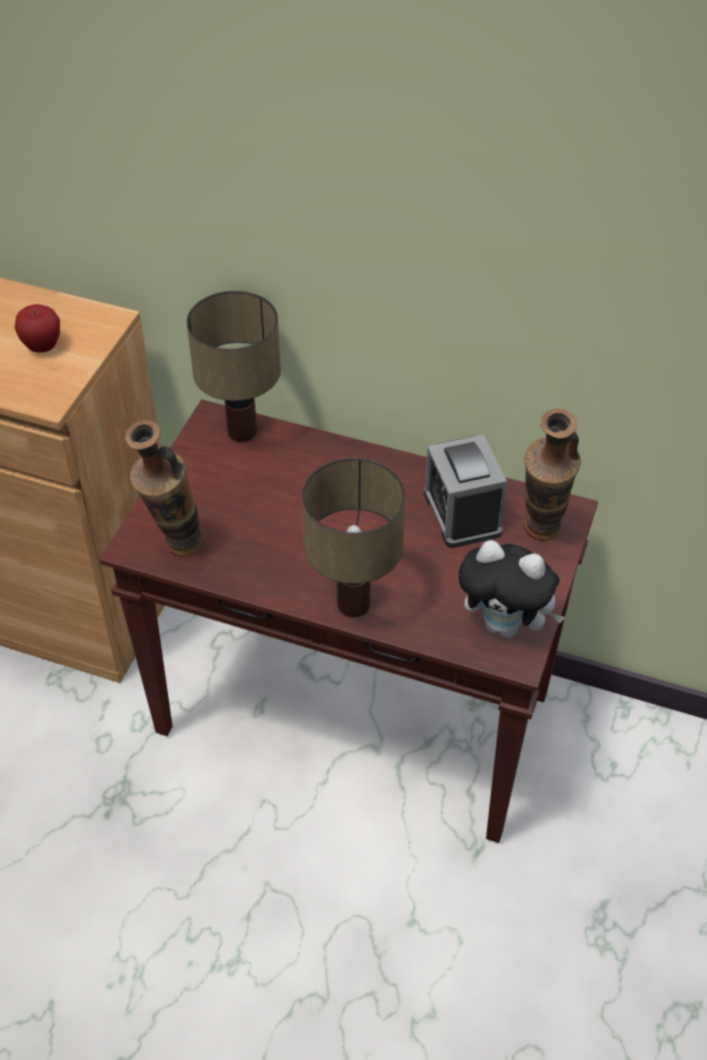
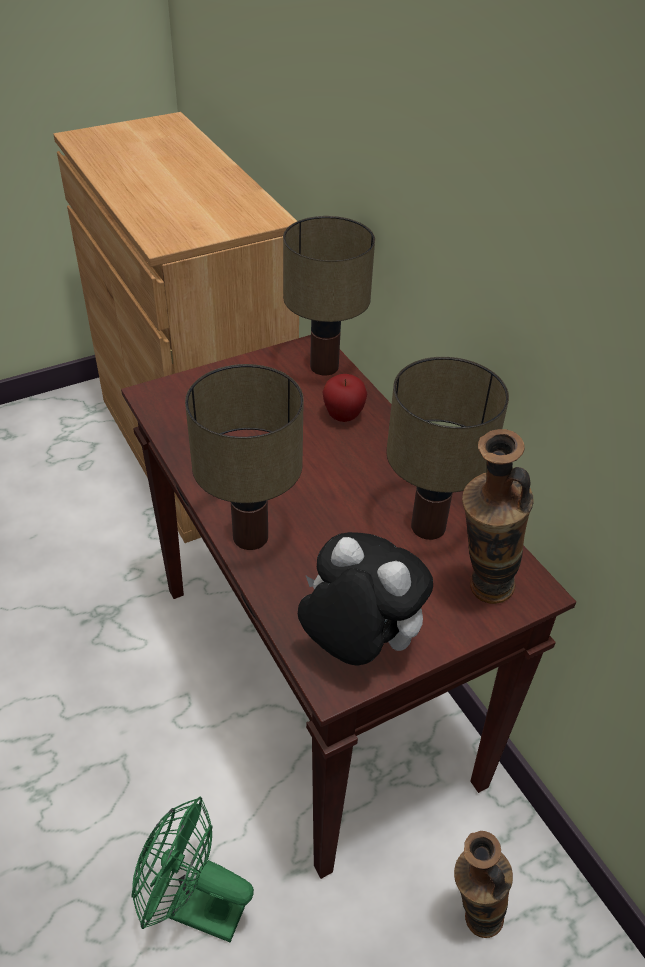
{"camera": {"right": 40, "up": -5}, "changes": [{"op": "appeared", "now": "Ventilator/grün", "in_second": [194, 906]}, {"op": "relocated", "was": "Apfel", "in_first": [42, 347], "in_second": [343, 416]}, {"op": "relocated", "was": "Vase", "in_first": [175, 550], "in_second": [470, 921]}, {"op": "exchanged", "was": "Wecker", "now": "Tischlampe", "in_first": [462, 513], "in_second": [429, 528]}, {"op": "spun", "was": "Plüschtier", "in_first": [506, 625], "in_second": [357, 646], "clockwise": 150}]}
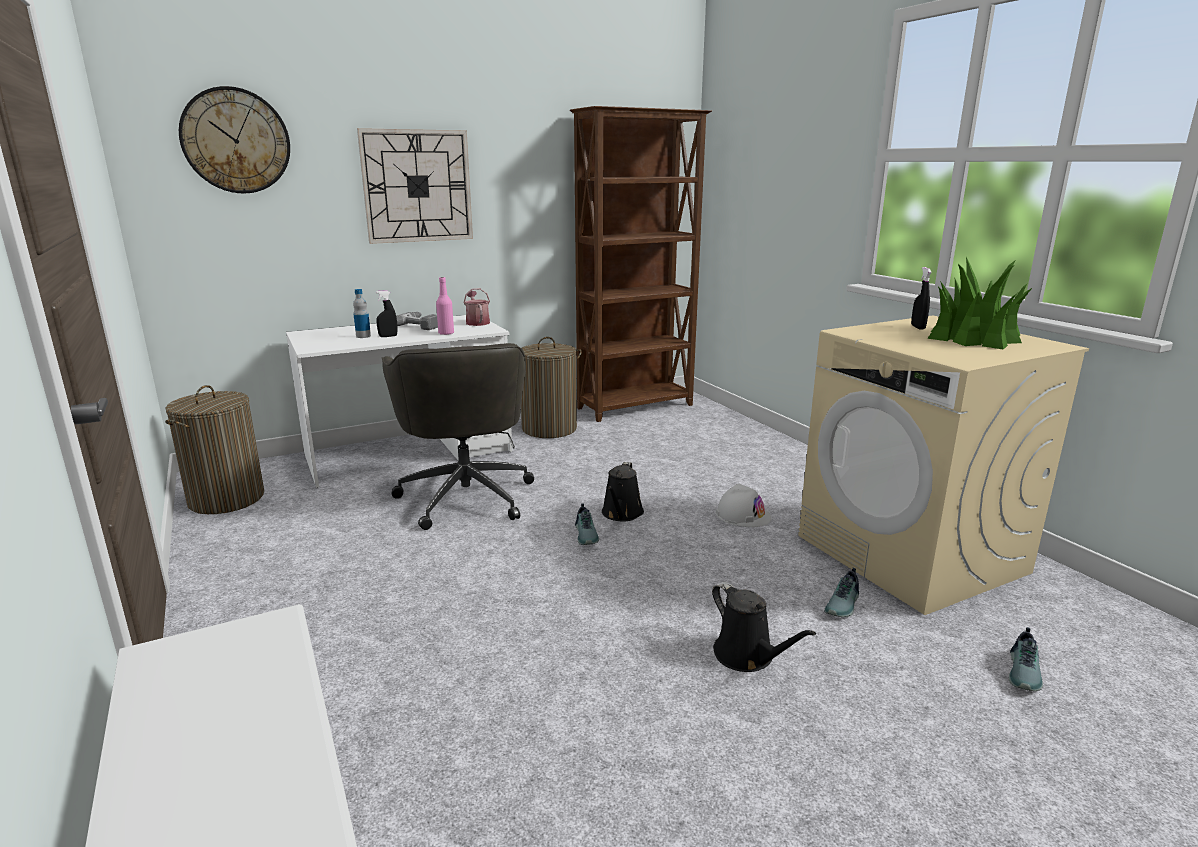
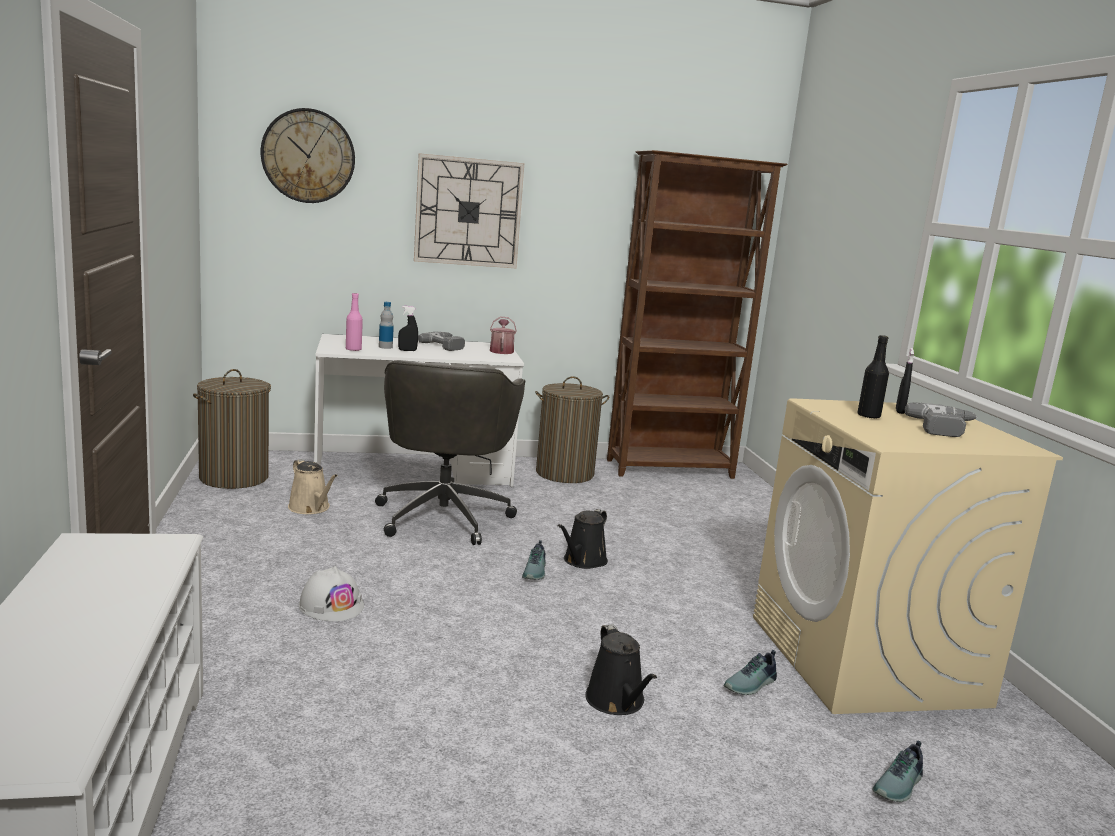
{"camera": {"right": 15, "up": -5}, "changes": [{"op": "appeared", "now": "Gießkanne/beige", "in_second": [311, 508]}, {"op": "appeared", "now": "Flasche/schwarz", "in_second": [868, 416]}, {"op": "relocated", "was": "Flasche/rosa", "in_first": [446, 333], "in_second": [353, 349]}, {"op": "relocated", "was": "Schutzhelm/weiß", "in_first": [742, 515], "in_second": [331, 605]}, {"op": "exchanged", "was": "Topfpflanze", "now": "Bohrmaschine", "in_first": [974, 337], "in_second": [947, 428]}]}
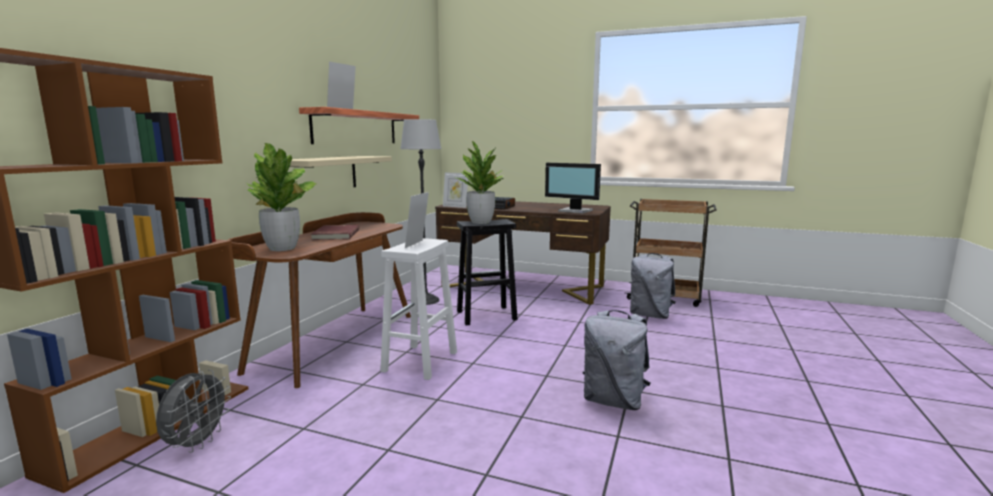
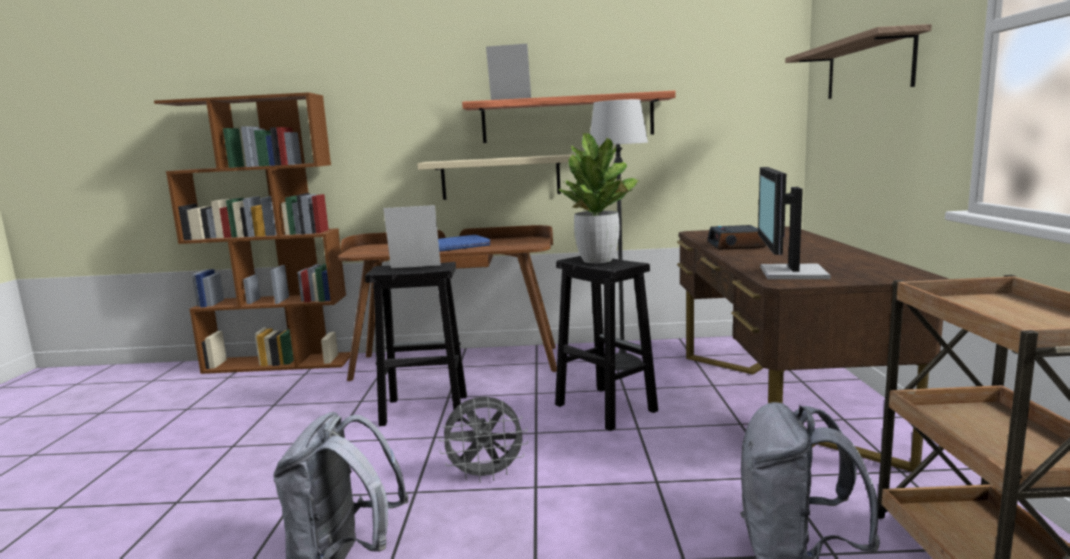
{"camera": {"right": 70, "up": 0}, "changes": [{"op": "missing", "was": "Topfpflanze", "in_first": [282, 248]}, {"op": "missing", "was": "Bilderrahmen", "in_first": [455, 206]}, {"op": "appeared", "now": "Wandregal", "in_second": [868, 68]}, {"op": "relocated", "was": "Ventilator/grau", "in_first": [197, 443], "in_second": [486, 475]}, {"op": "colour", "was": "Buch/rot", "now": "Buch/blau", "in_first": [335, 235], "in_second": [457, 246]}, {"op": "colour", "was": "Hocker/weiß", "now": "Hocker/schwarz", "in_first": [420, 362], "in_second": [423, 410]}]}
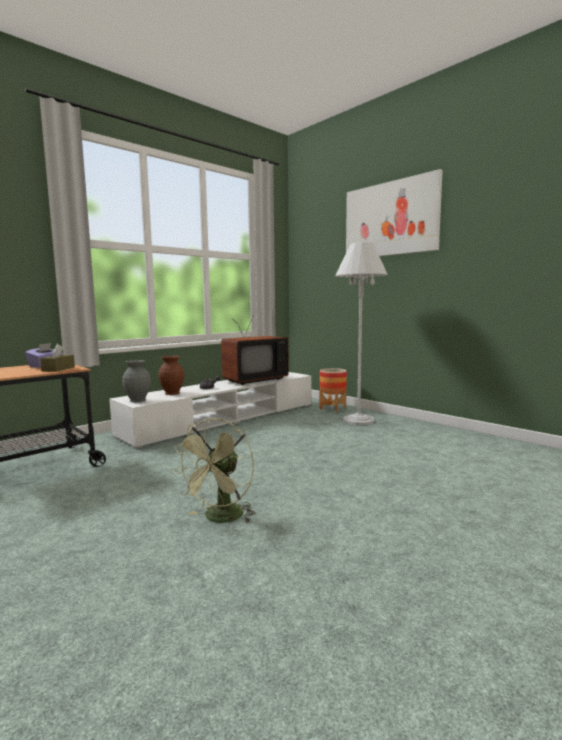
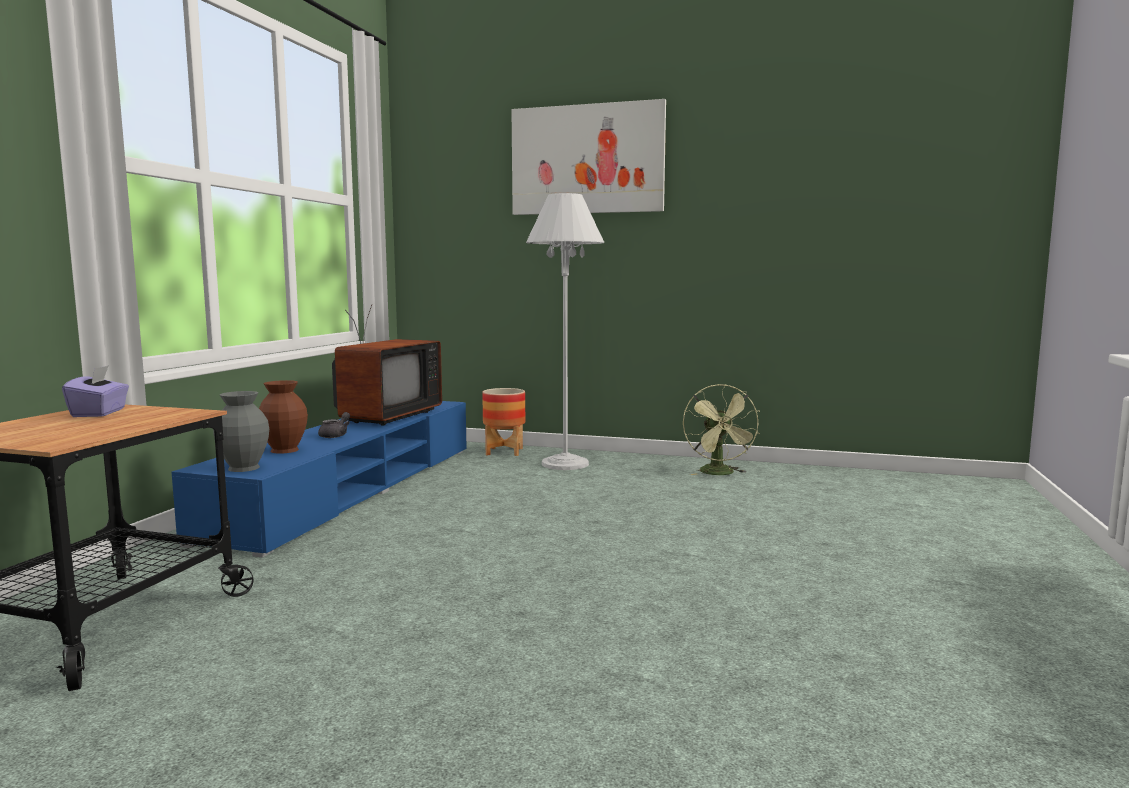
{"camera": {"right": -30, "up": 0}, "changes": [{"op": "missing", "was": "Taschentuchbox/braun", "in_first": [58, 369]}, {"op": "relocated", "was": "Ventilator/grün", "in_first": [220, 518], "in_second": [720, 474]}, {"op": "colour", "was": "Fernsehschrank/weiß", "now": "Fernsehschrank/blau", "in_first": [224, 419], "in_second": [353, 489]}]}
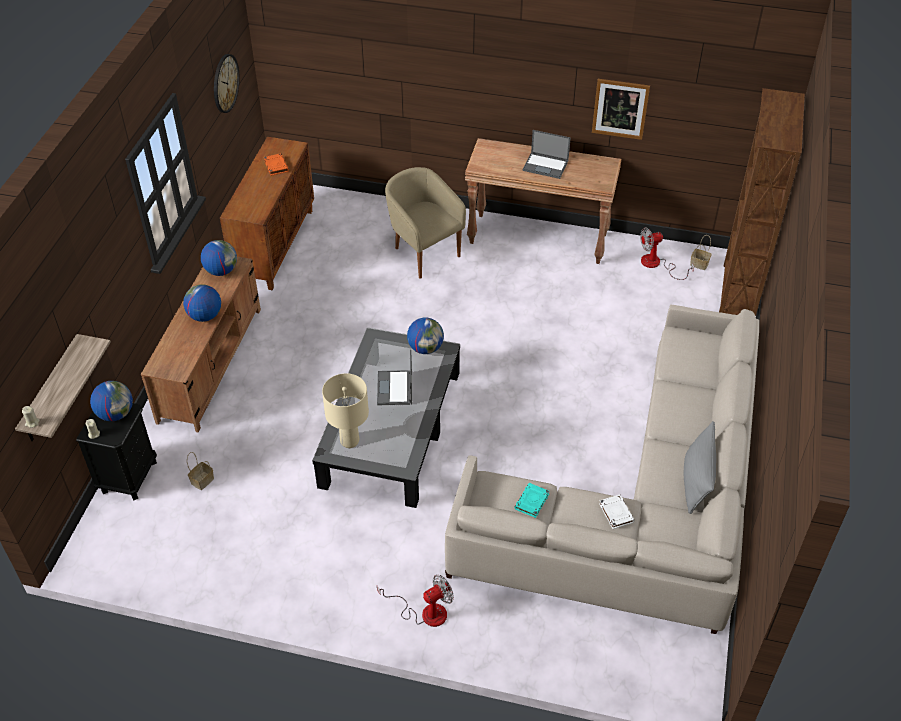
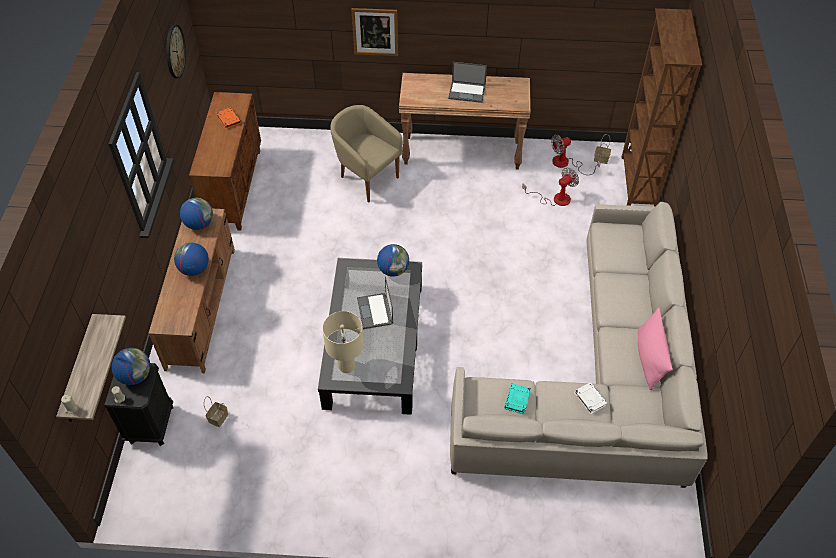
{"camera": {"right": -10, "up": 5}, "changes": [{"op": "relocated", "was": "Ventilator", "in_first": [425, 612], "in_second": [555, 199]}, {"op": "relocated", "was": "Bild", "in_first": [620, 109], "in_second": [375, 32]}, {"op": "colour", "was": "Kissen/grau", "now": "Kissen/rosa", "in_first": [696, 480], "in_second": [649, 358]}]}
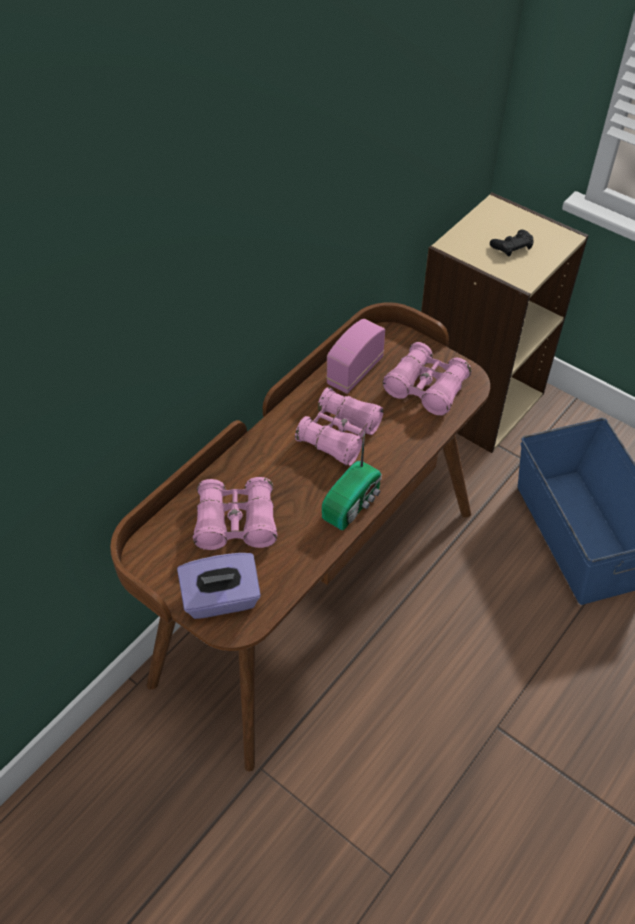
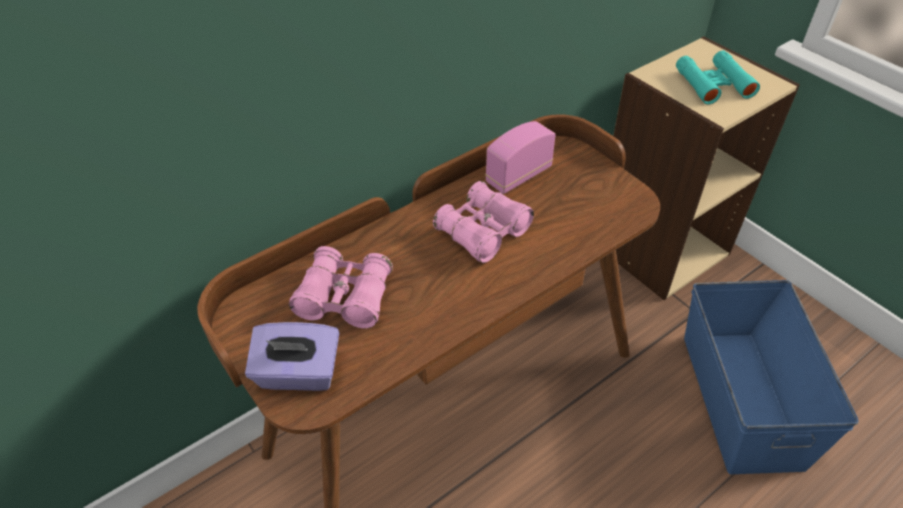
{"camera": {"right": 15, "up": -5}, "changes": [{"op": "missing", "was": "Radio", "in_first": [354, 503]}, {"op": "missing", "was": "Fernglas/rosa", "in_first": [426, 388]}, {"op": "exchanged", "was": "Gamepad/schwarz", "now": "Fernglas/türkis", "in_first": [512, 246], "in_second": [713, 84]}]}
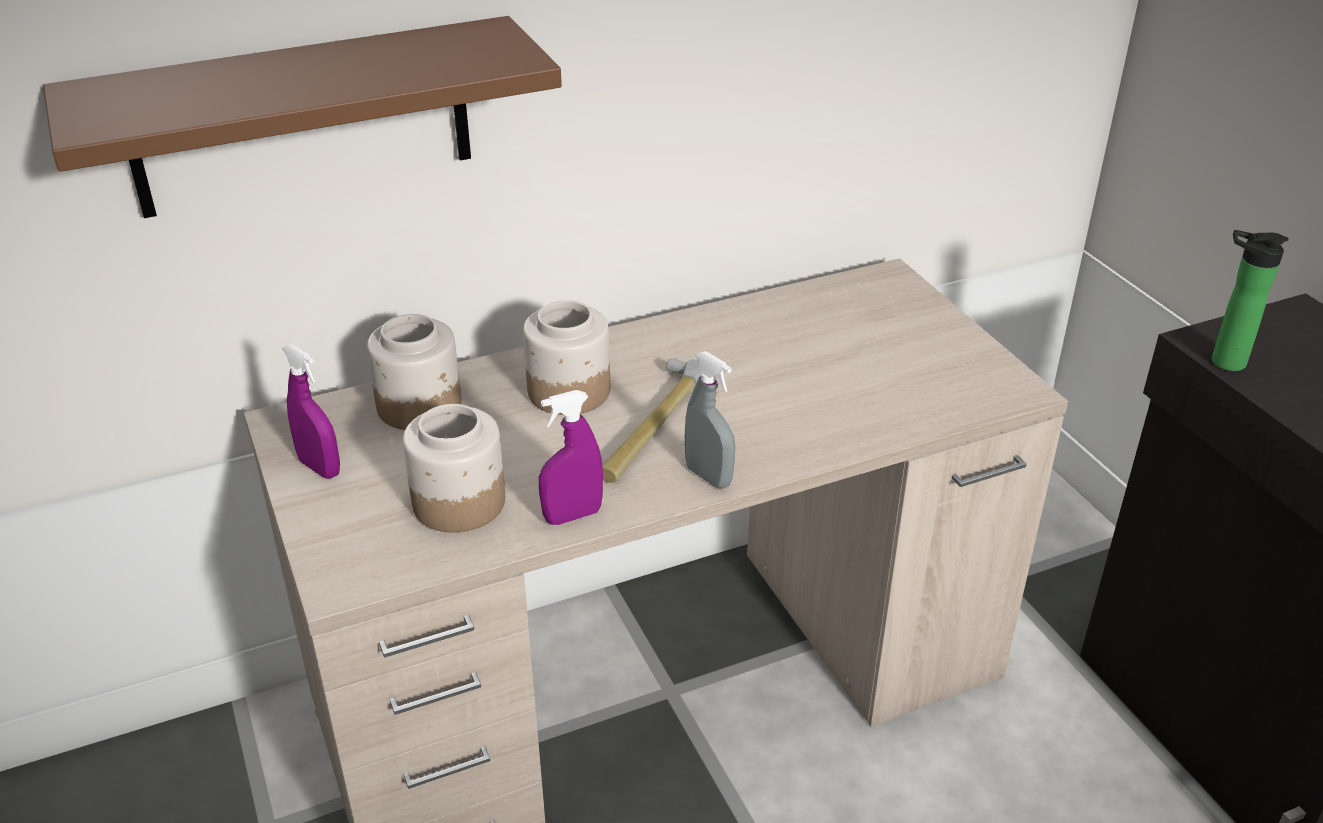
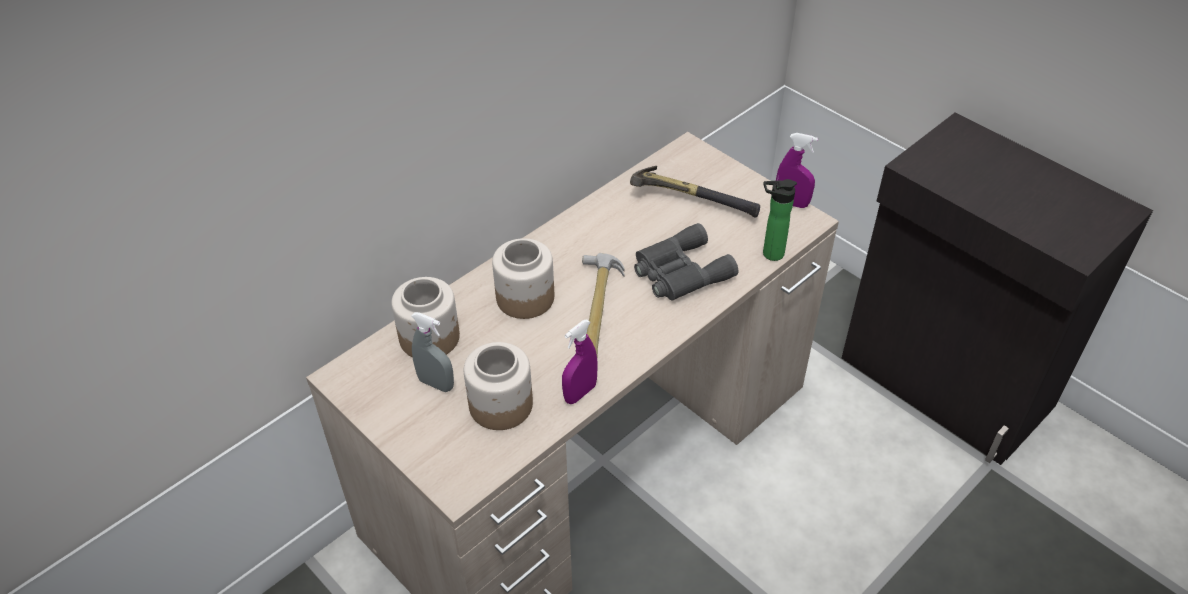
{"camera": {"right": -20, "up": 10}, "changes": [{"op": "missing", "was": "Wandregal/braun", "in_first": [301, 118]}, {"op": "appeared", "now": "Hammer", "in_second": [692, 199]}, {"op": "appeared", "now": "Fernglas/grau", "in_second": [679, 272]}, {"op": "relocated", "was": "Sprühflasche/lila", "in_first": [319, 468], "in_second": [791, 203]}, {"op": "relocated", "was": "Sprühflasche/grau", "in_first": [708, 476], "in_second": [436, 384]}, {"op": "relocated", "was": "Flasche", "in_first": [1222, 361], "in_second": [769, 254]}]}
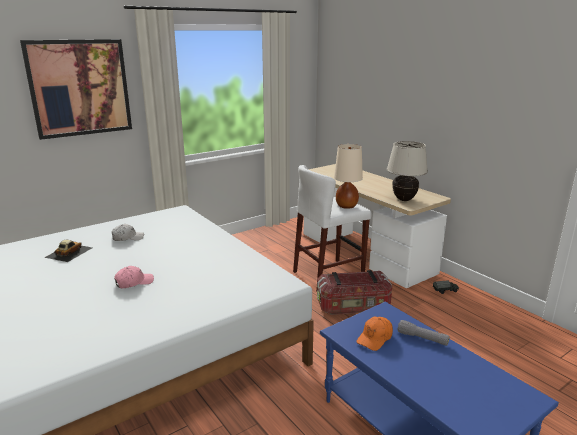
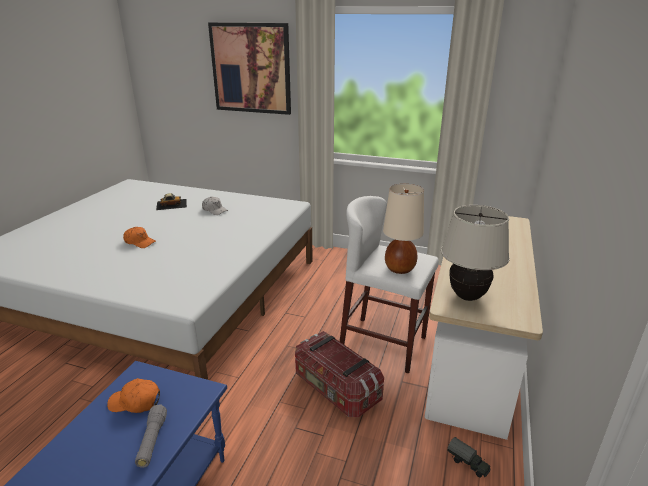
{"camera": {"right": 55, "up": 5}, "changes": [{"op": "colour", "was": "Kappe/rosa", "now": "Kappe/orange", "in_first": [134, 282], "in_second": [139, 242]}]}
